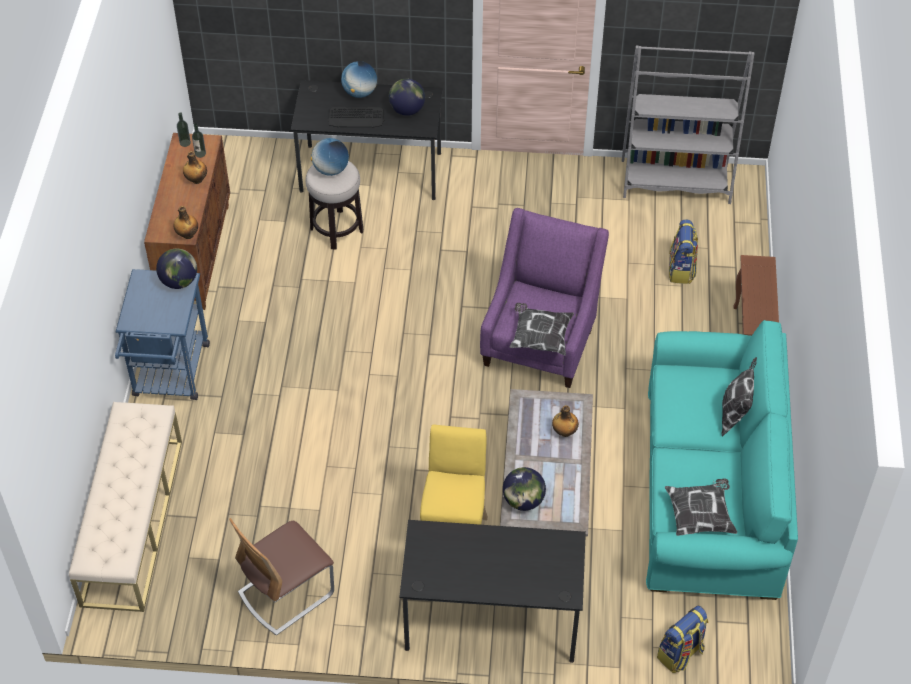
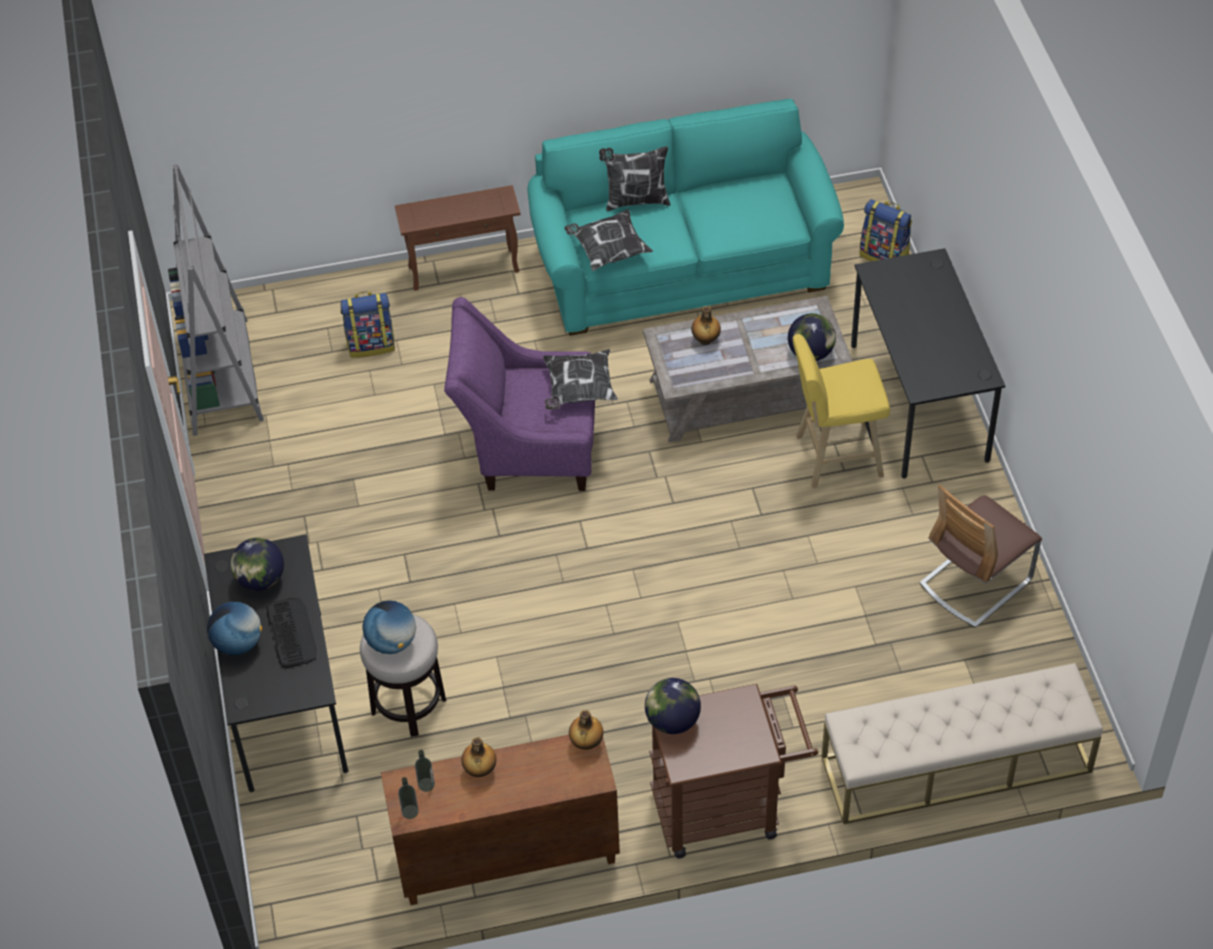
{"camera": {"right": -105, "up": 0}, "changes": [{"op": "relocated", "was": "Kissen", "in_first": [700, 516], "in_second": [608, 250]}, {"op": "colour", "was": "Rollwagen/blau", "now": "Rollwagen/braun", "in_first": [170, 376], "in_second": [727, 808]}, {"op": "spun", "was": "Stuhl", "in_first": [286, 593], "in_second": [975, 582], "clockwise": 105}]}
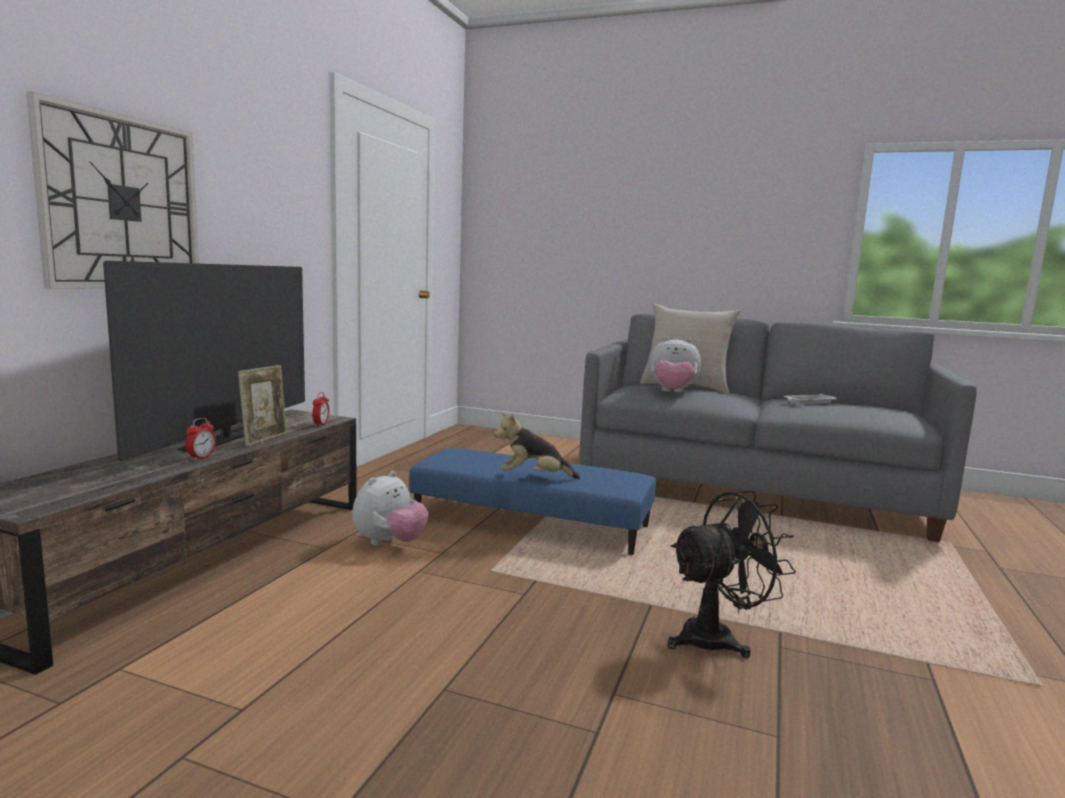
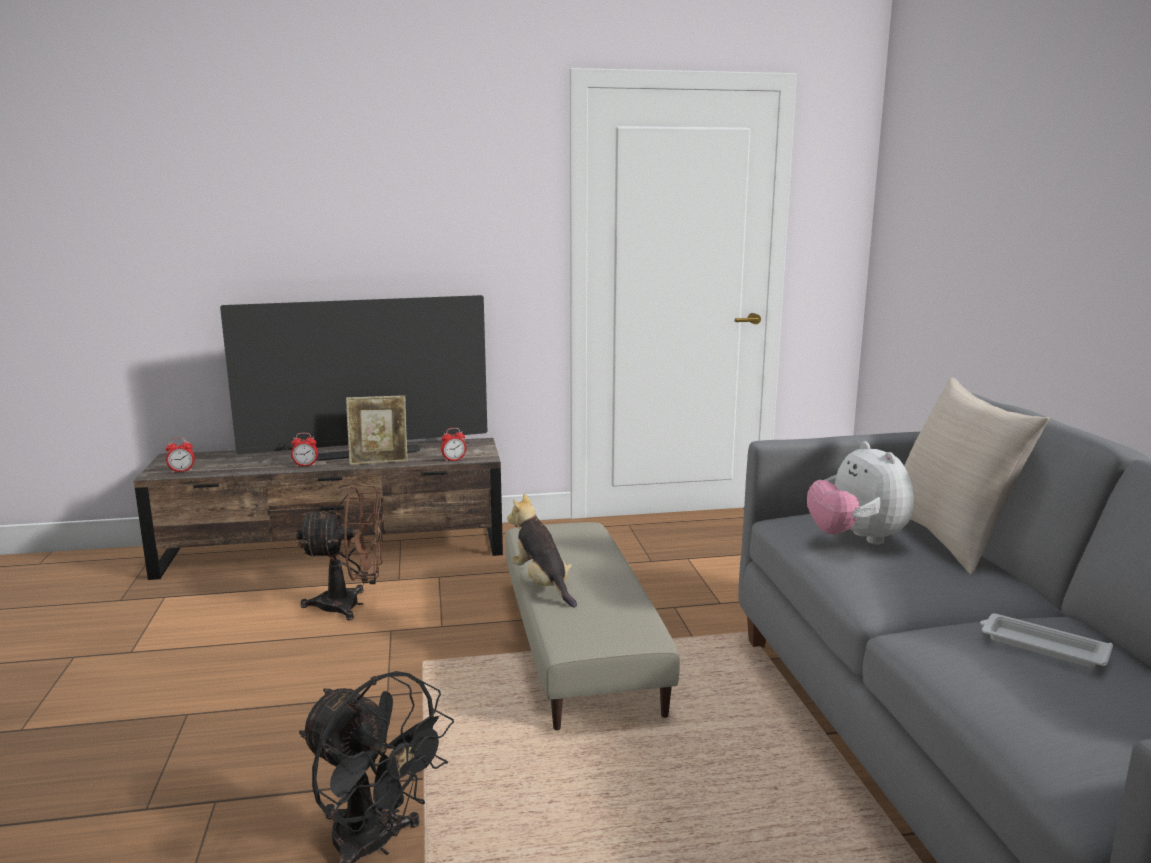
{"camera": {"right": 60, "up": 5}, "changes": [{"op": "missing", "was": "Wanduhr", "in_first": [122, 203]}, {"op": "missing", "was": "Plüschtier", "in_first": [389, 543]}, {"op": "appeared", "now": "Wecker", "in_second": [182, 471]}, {"op": "appeared", "now": "Ventilator/braun", "in_second": [350, 605]}, {"op": "colour", "was": "Polsterhocker/blau", "now": "Polsterhocker/beige", "in_first": [531, 521], "in_second": [580, 642]}]}
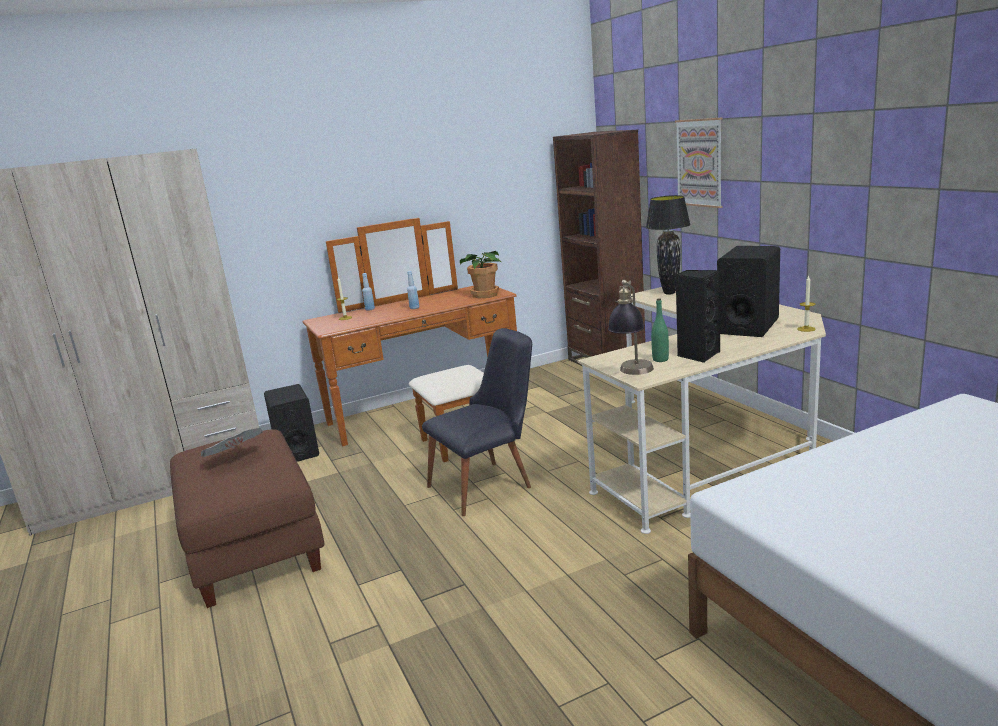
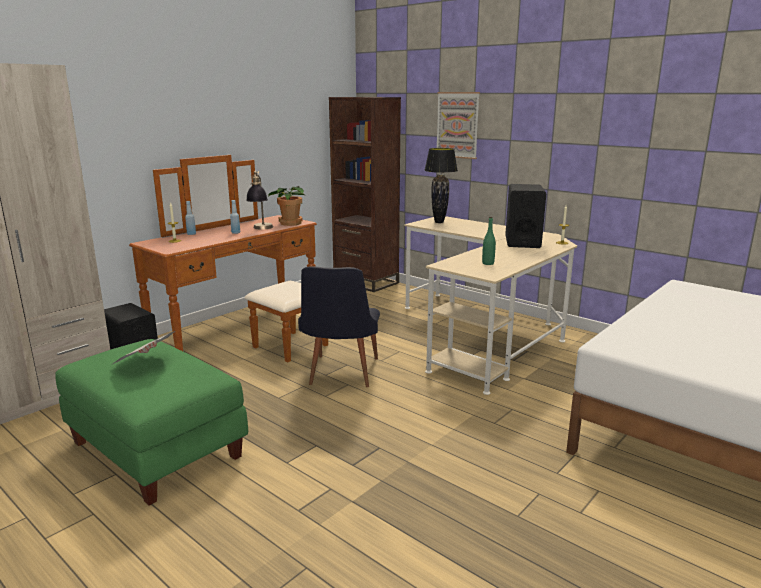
{"camera": {"right": -25, "up": 0}, "changes": [{"op": "missing", "was": "Lautsprecher/schwarz", "in_first": [697, 355]}, {"op": "relocated", "was": "Tischlampe", "in_first": [632, 374], "in_second": [261, 229]}, {"op": "colour", "was": "Polsterhocker/braun", "now": "Polsterhocker/grün", "in_first": [252, 548], "in_second": [154, 449]}, {"op": "spun", "was": "Stuhl/schwarz", "in_first": [489, 484], "in_second": [341, 375], "clockwise": 150}]}
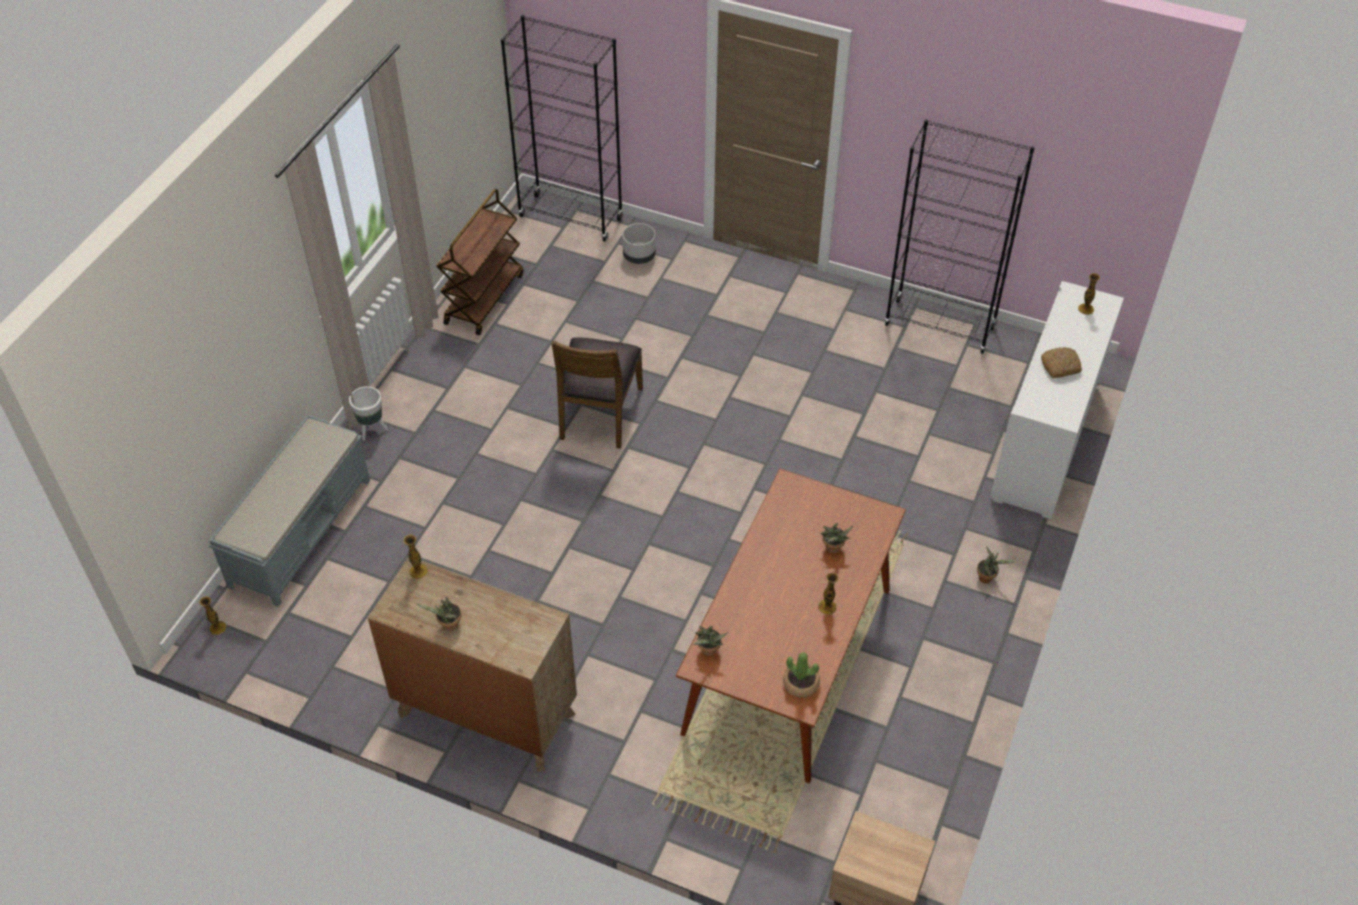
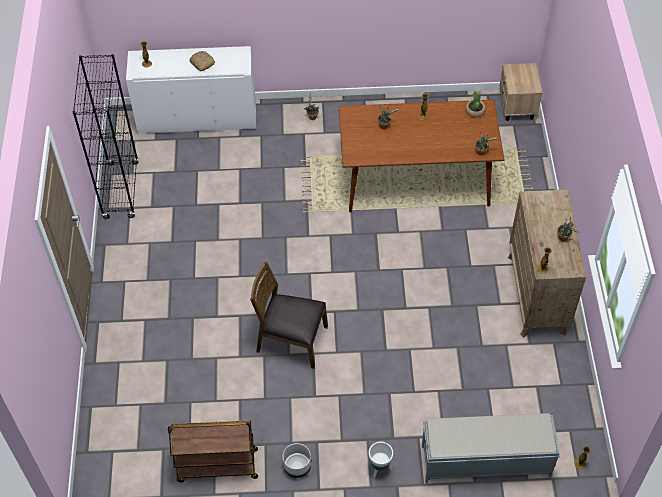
{"camera": {"right": -115, "up": 5}, "changes": [{"op": "missing", "was": "Bücherregal/schwarz", "in_first": [571, 218]}, {"op": "relocated", "was": "Pflanzkübel/grau", "in_first": [639, 256], "in_second": [297, 466]}, {"op": "spun", "was": "Stuhl/braun", "in_first": [599, 413], "in_second": [291, 340], "clockwise": -150}]}
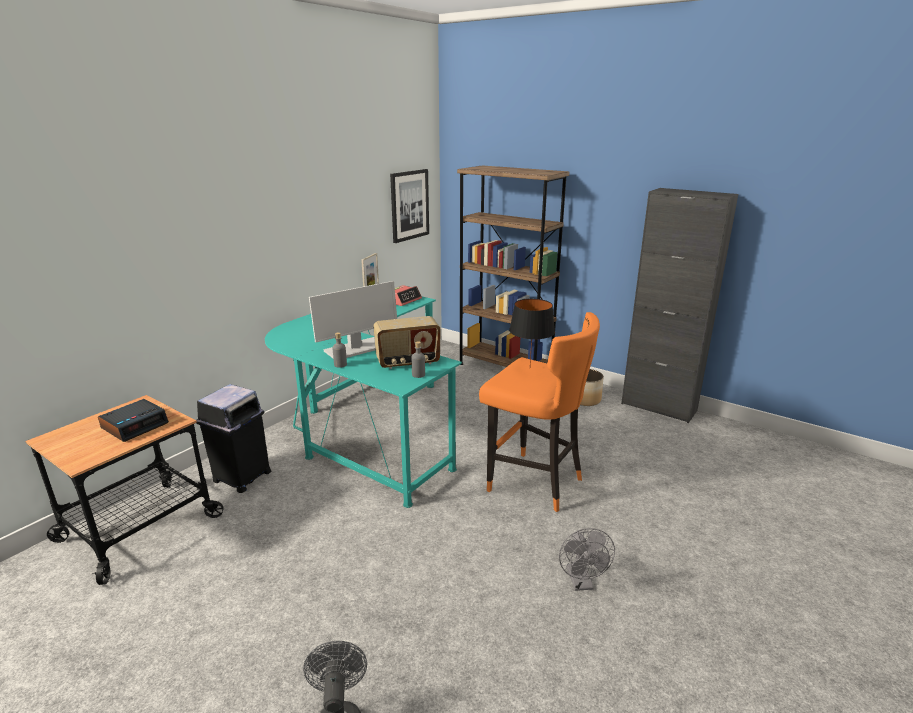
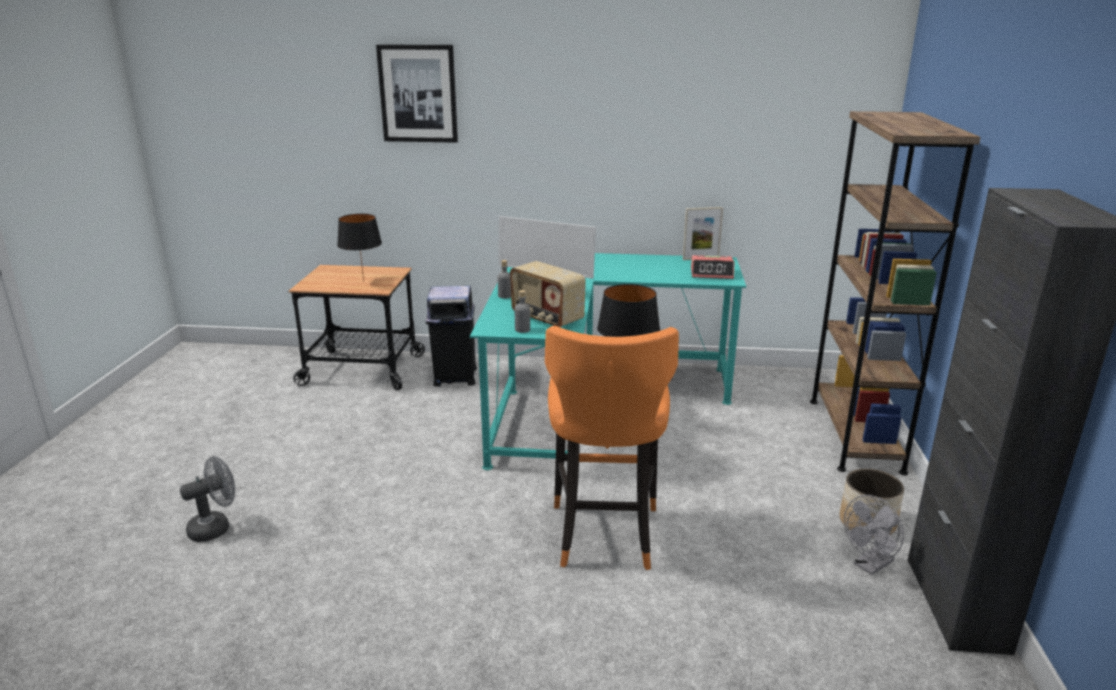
{"camera": {"right": 60, "up": 0}, "changes": [{"op": "relocated", "was": "Bild", "in_first": [409, 205], "in_second": [418, 94]}, {"op": "relocated", "was": "Ventilator/grau", "in_first": [581, 583], "in_second": [870, 566]}, {"op": "exchanged", "was": "Wecker", "now": "Tischlampe/schwarz", "in_first": [135, 425], "in_second": [364, 281]}]}
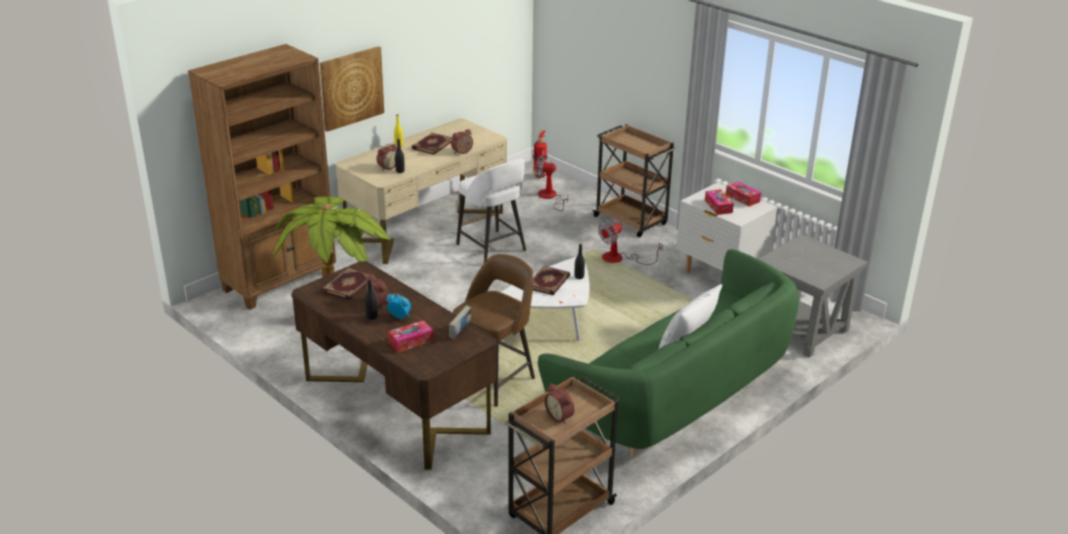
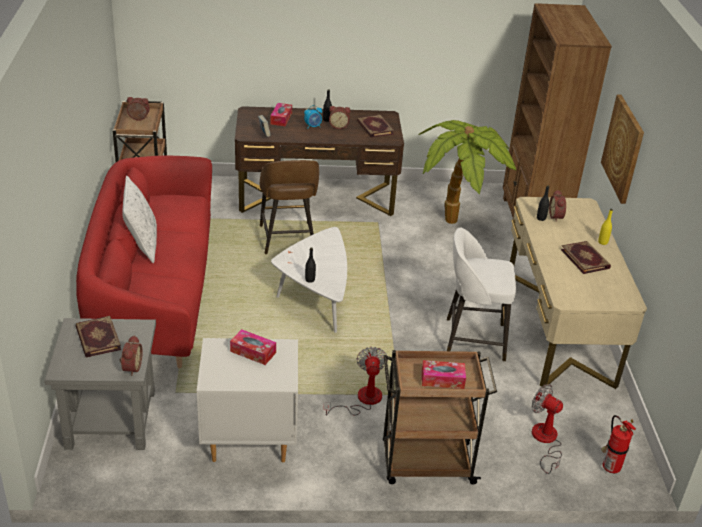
{"camera": {"right": 130, "up": 5}, "changes": [{"op": "relocated", "was": "Wecker", "in_first": [463, 152], "in_second": [131, 367]}, {"op": "relocated", "was": "Buch", "in_first": [549, 282], "in_second": [97, 338]}, {"op": "relocated", "was": "Taschentuchbox", "in_first": [742, 198], "in_second": [442, 379]}, {"op": "colour", "was": "Sofa/grün", "now": "Sofa/rot", "in_first": [676, 396], "in_second": [154, 294]}, {"op": "spun", "was": "Ventilator", "in_first": [550, 197], "in_second": [545, 441], "clockwise": -105}]}
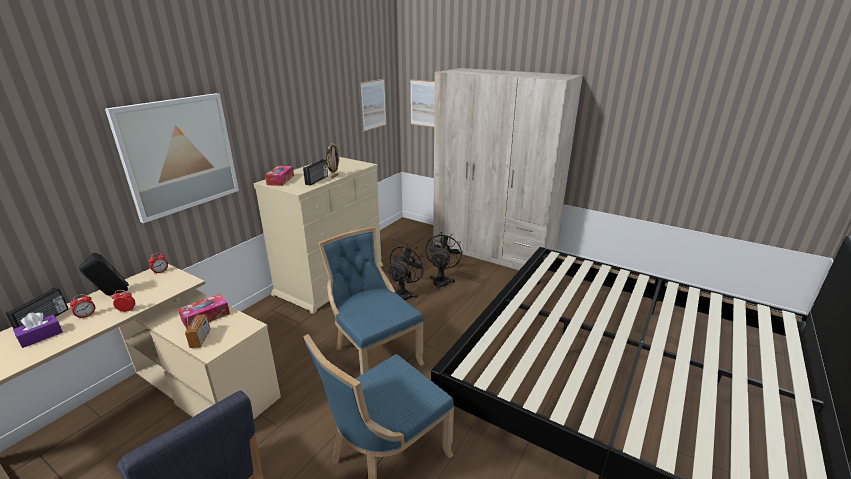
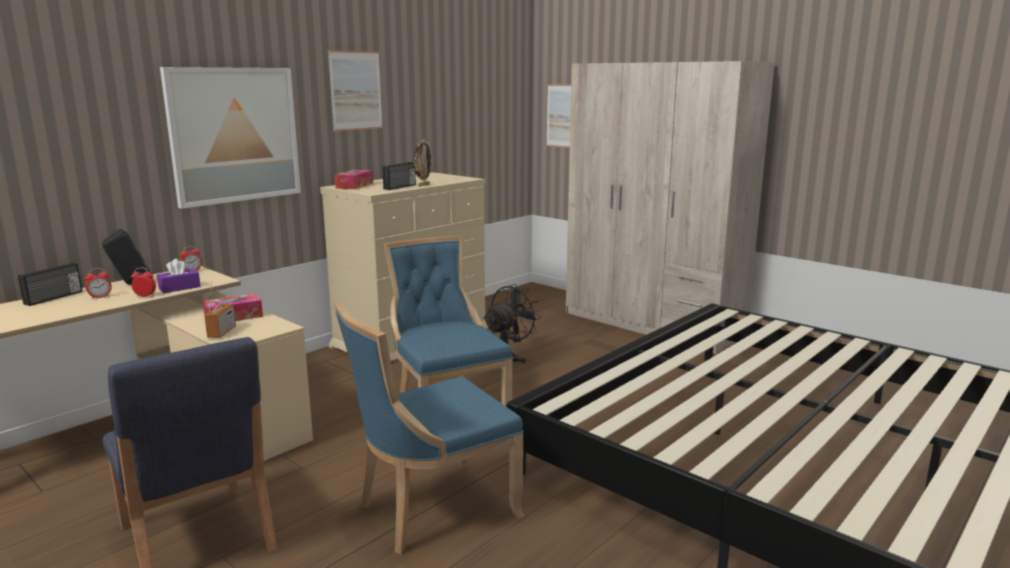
{"camera": {"right": 10, "up": -10}, "changes": [{"op": "missing", "was": "Ventilator/schwarz", "in_first": [442, 281]}, {"op": "relocated", "was": "Taschentuchbox/lila", "in_first": [41, 336], "in_second": [179, 288]}, {"op": "relocated", "was": "Bild", "in_first": [373, 104], "in_second": [356, 91]}]}
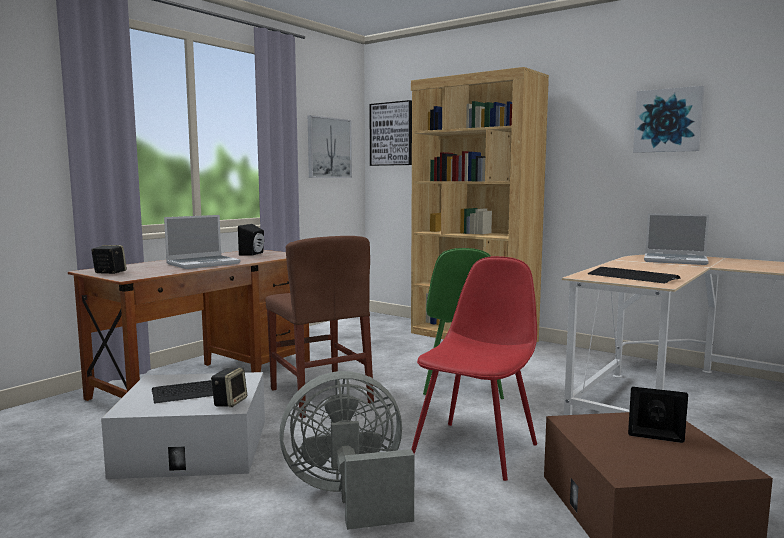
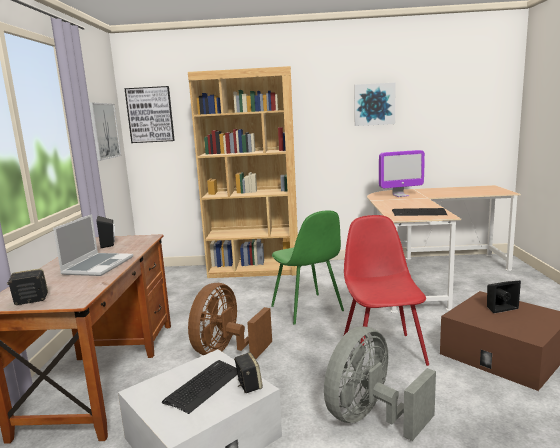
{"camera": {"right": -35, "up": 5}, "changes": [{"op": "exchanged", "was": "Stuhl/braun", "now": "Ventilator/braun", "in_first": [320, 396], "in_second": [226, 351]}, {"op": "exchanged", "was": "Laptop", "now": "Monitor", "in_first": [676, 260], "in_second": [400, 195]}]}
